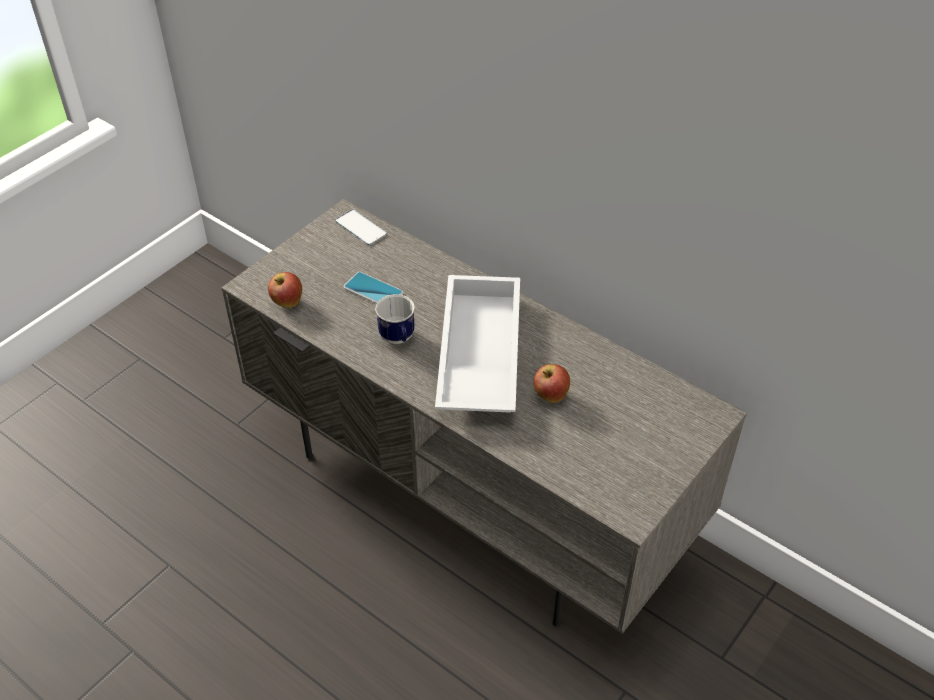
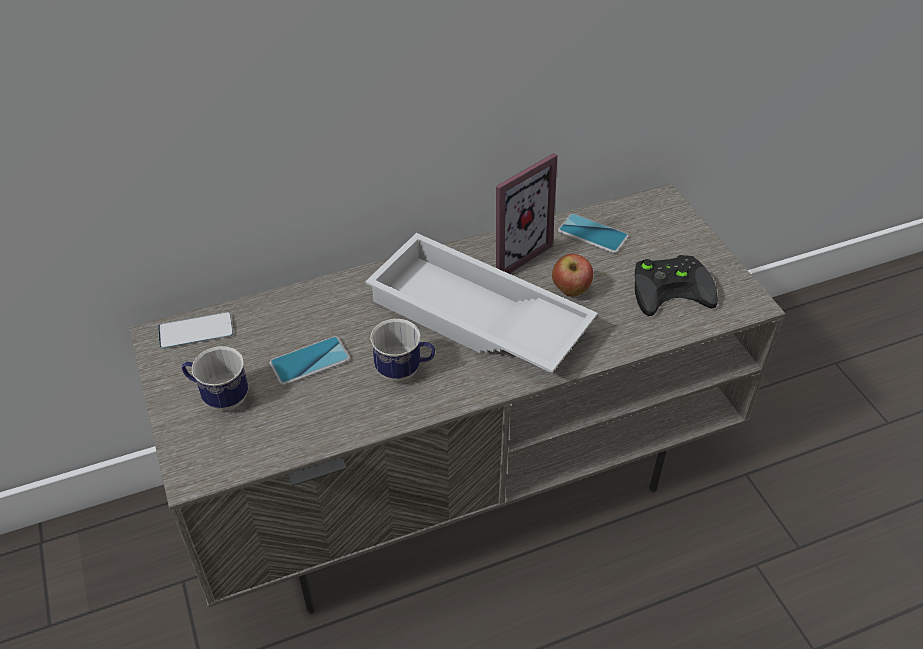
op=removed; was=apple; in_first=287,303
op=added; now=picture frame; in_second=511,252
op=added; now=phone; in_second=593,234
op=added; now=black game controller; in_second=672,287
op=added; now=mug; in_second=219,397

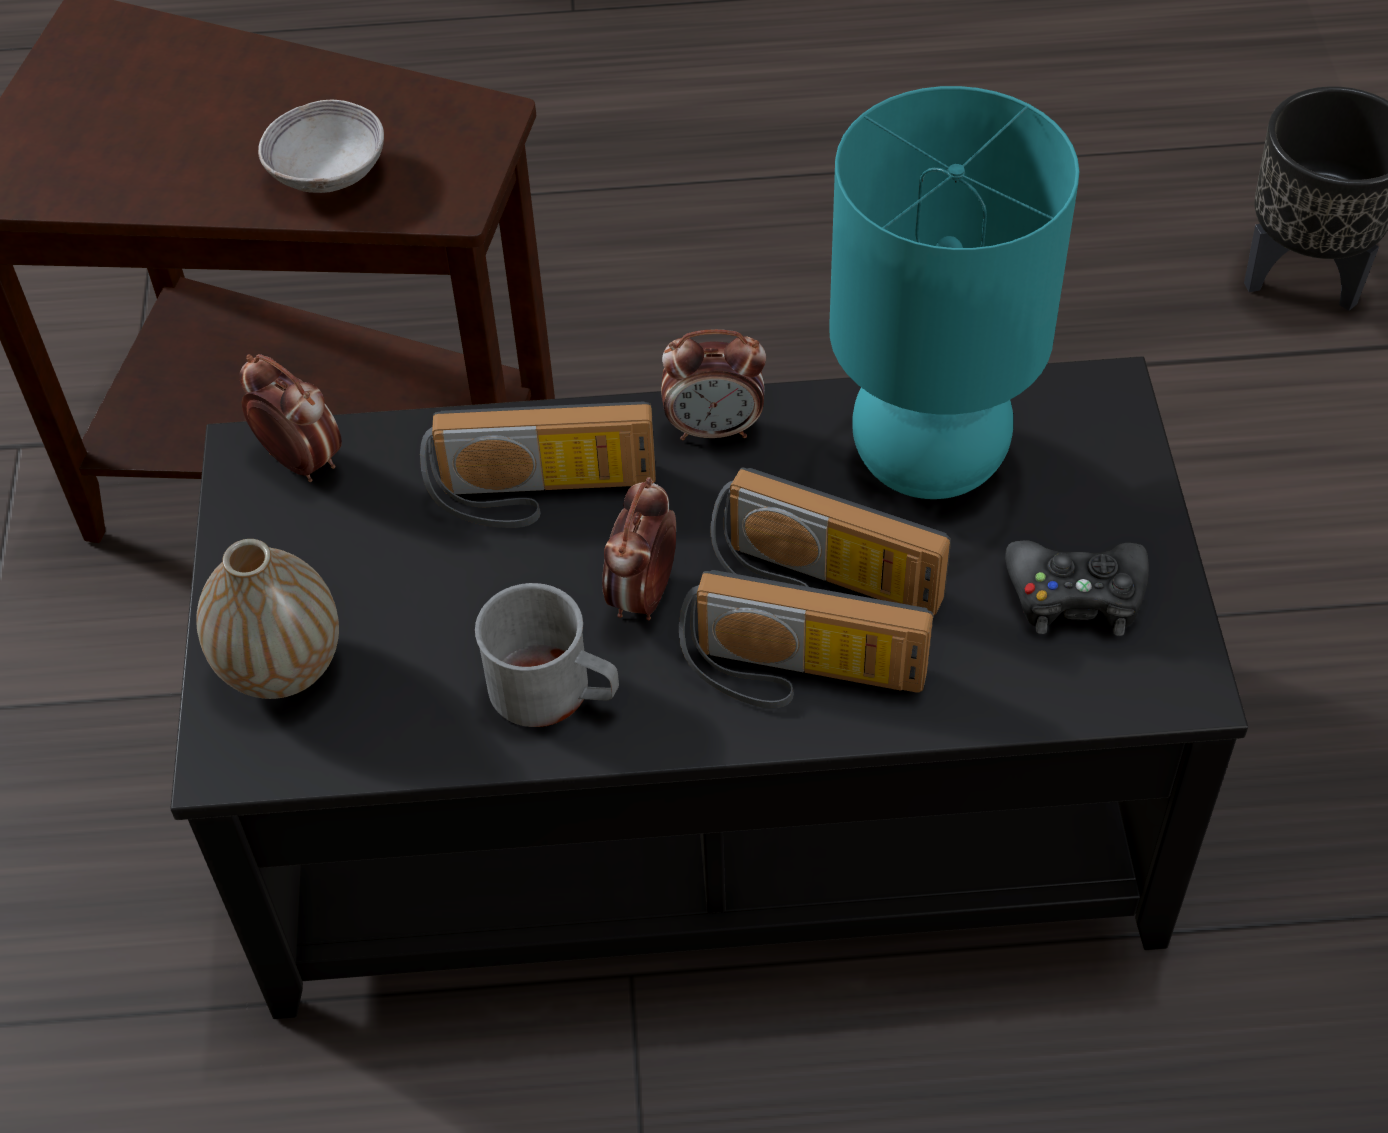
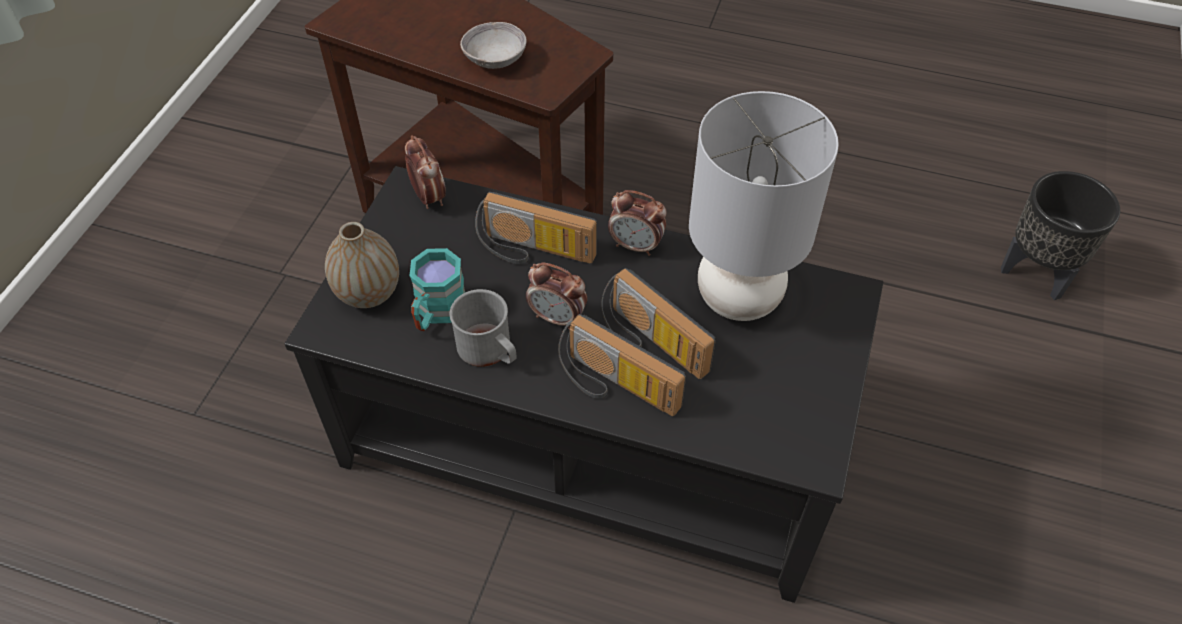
op=recoloured; was=turquoise table lamp; now=grey table lamp; in_first=926,459; in_second=737,297
op=turned; was=alarm clock; in_first=643,595; in_second=557,318; clockwise=-105
op=removed; was=black game controller; in_first=1076,596
op=added; now=turquoise mug; in_second=437,312

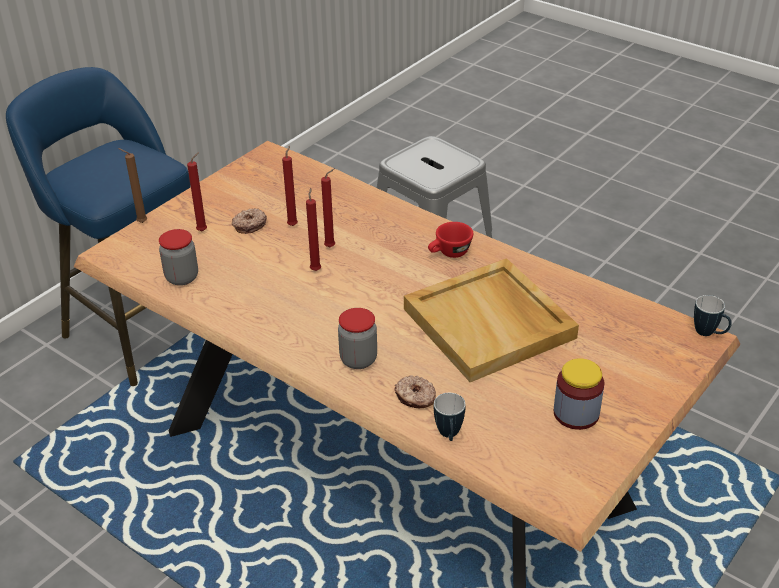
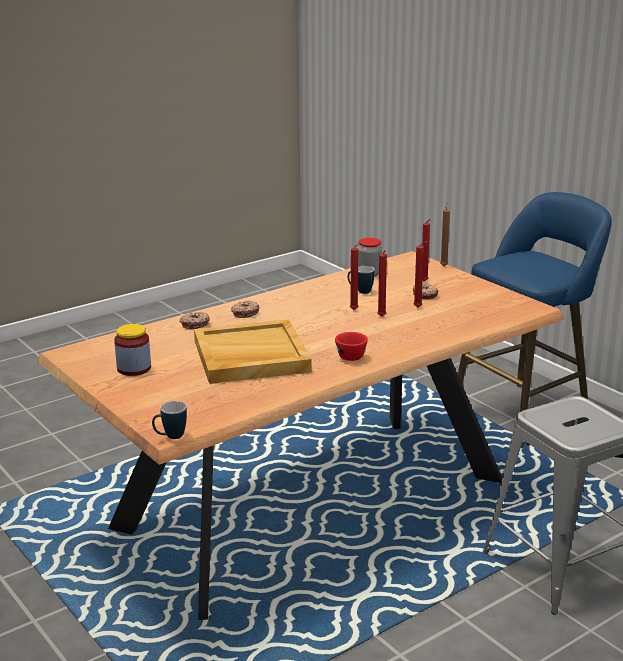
op=replaced; was=jar; now=donut; in_first=358,359; in_second=245,313
op=moved; was=mug; in_first=449,436; in_second=360,291

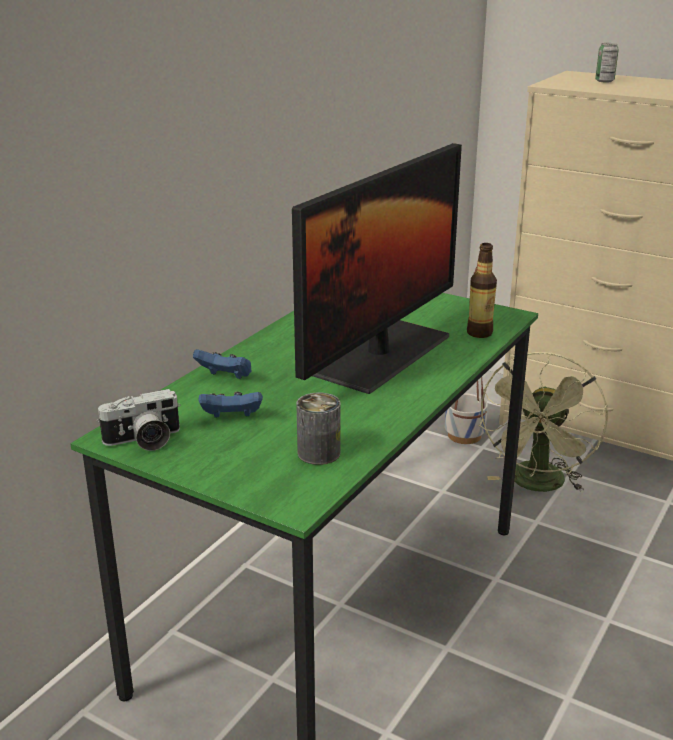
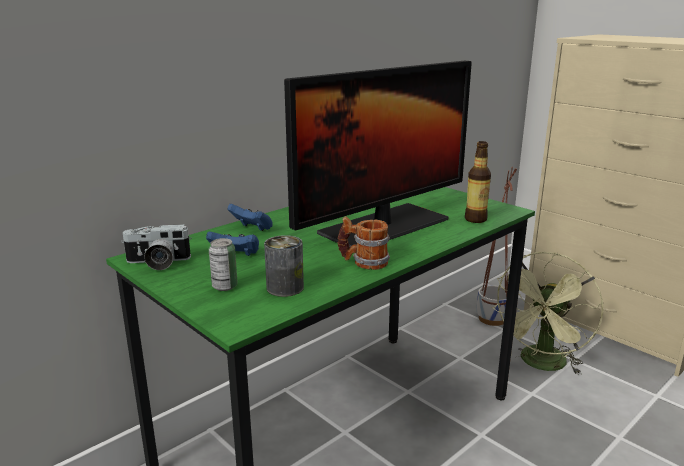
op=moved; was=can; in_first=604,81; in_second=224,286
op=added; now=mug; in_second=363,262

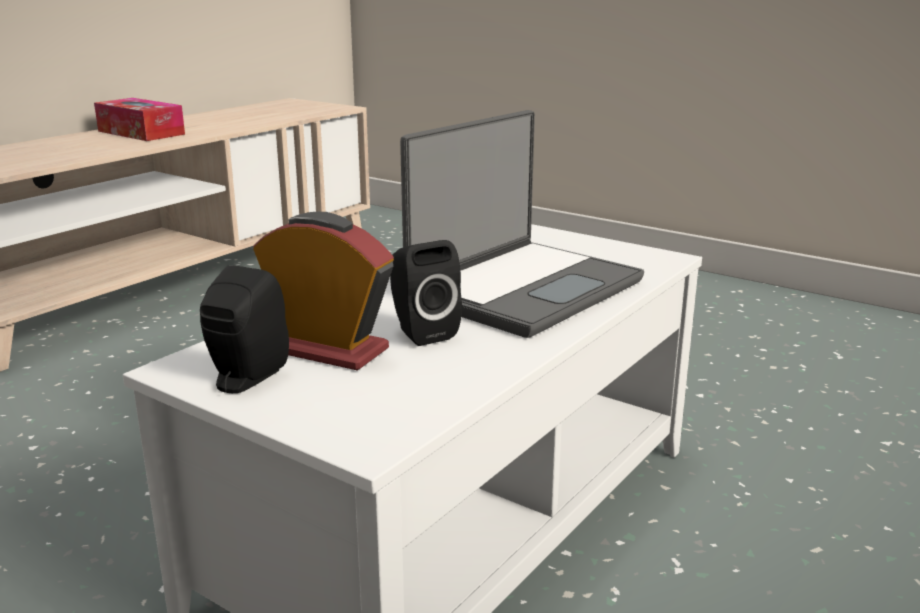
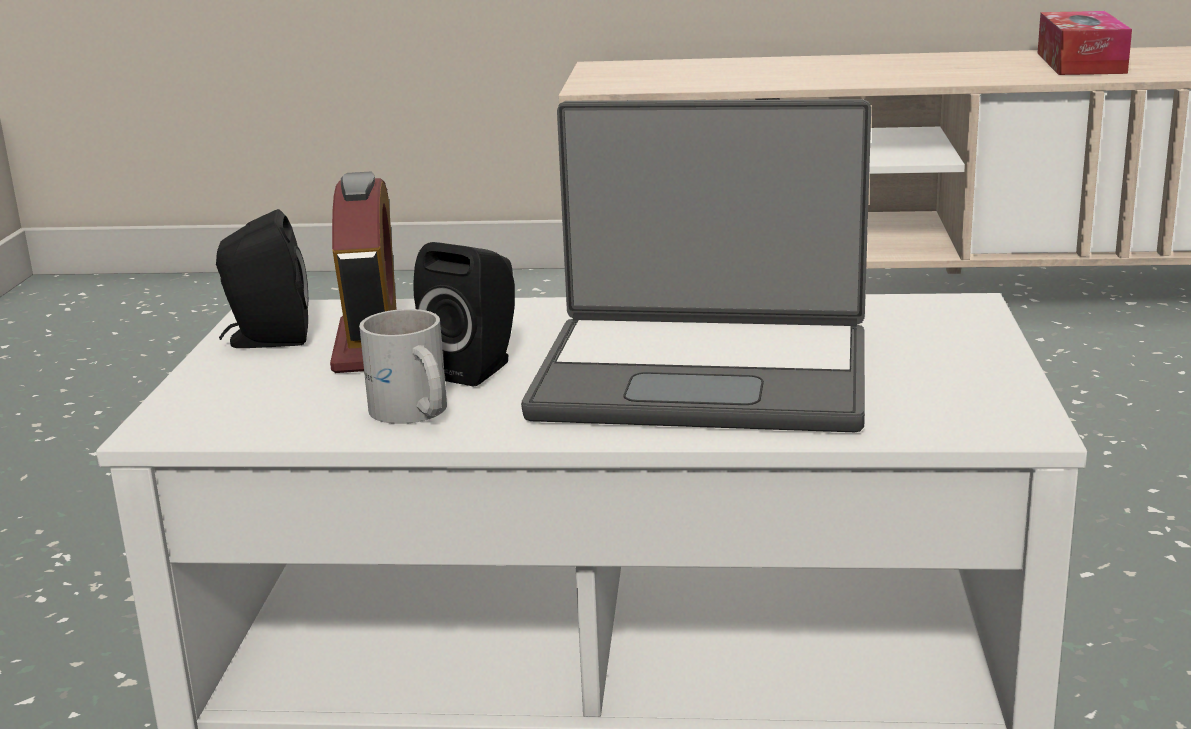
op=moved; was=tissue box; in_first=141,132; in_second=1080,63
op=added; now=white mug; in_second=412,413

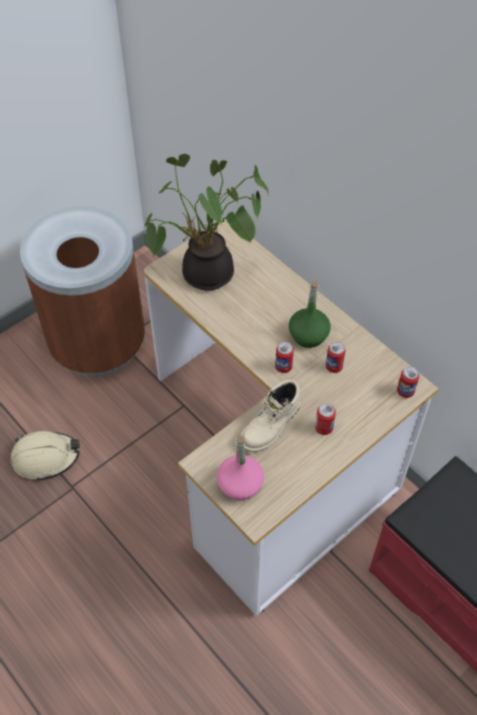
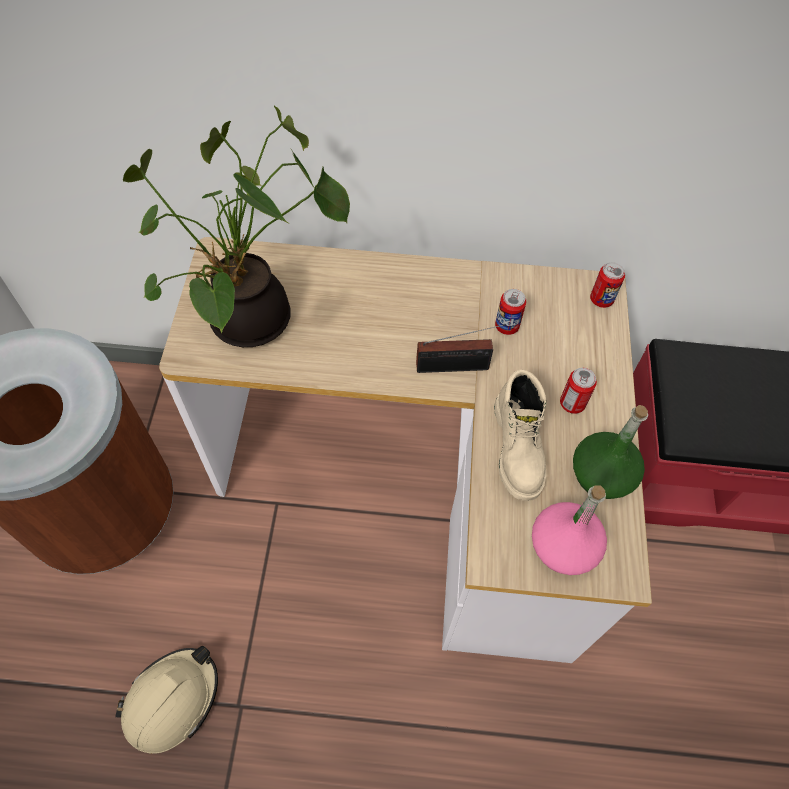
op=moved; was=green bottle; in_first=308,335; in_second=602,475
op=replaced; was=can; now=radio; in_first=283,367; in_second=456,367

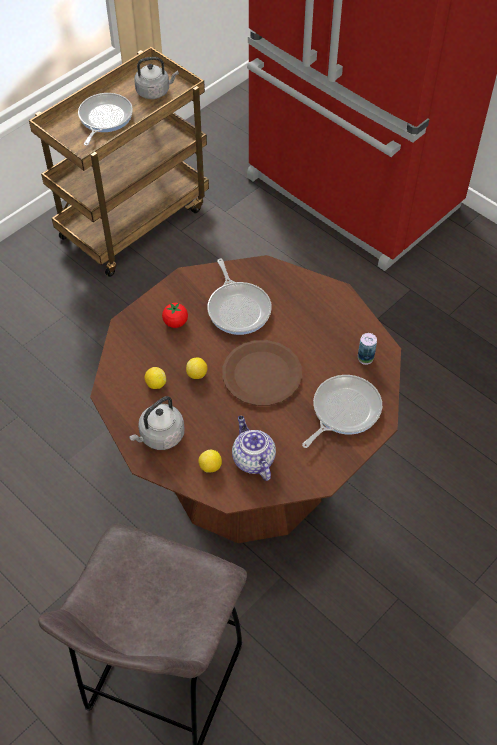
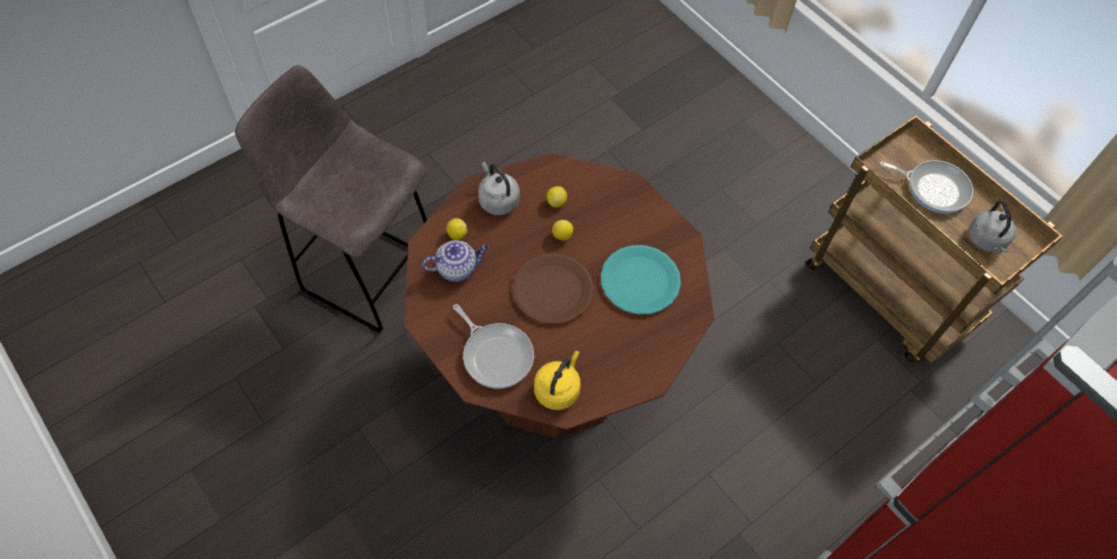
op=replaced; was=frying pan; now=turquoise plate; in_first=238,308; in_second=640,281
op=removed; was=tomato; in_first=175,322
op=replaced; was=can; now=yellow kettle; in_first=365,358; in_second=558,389

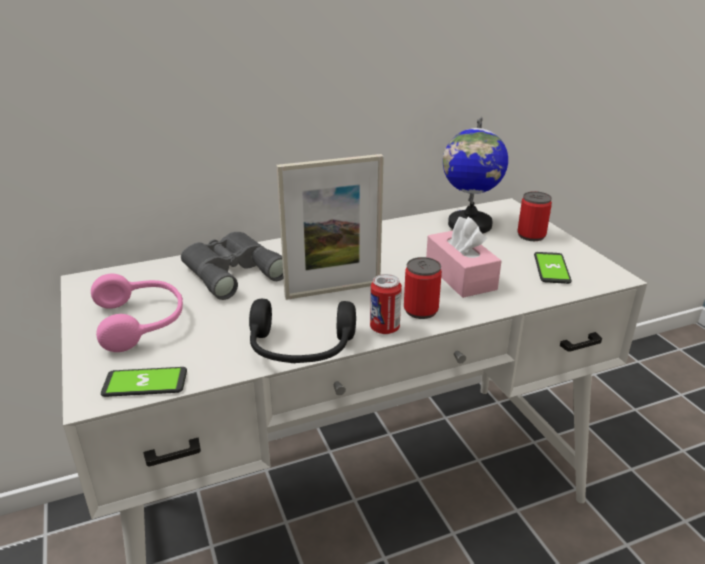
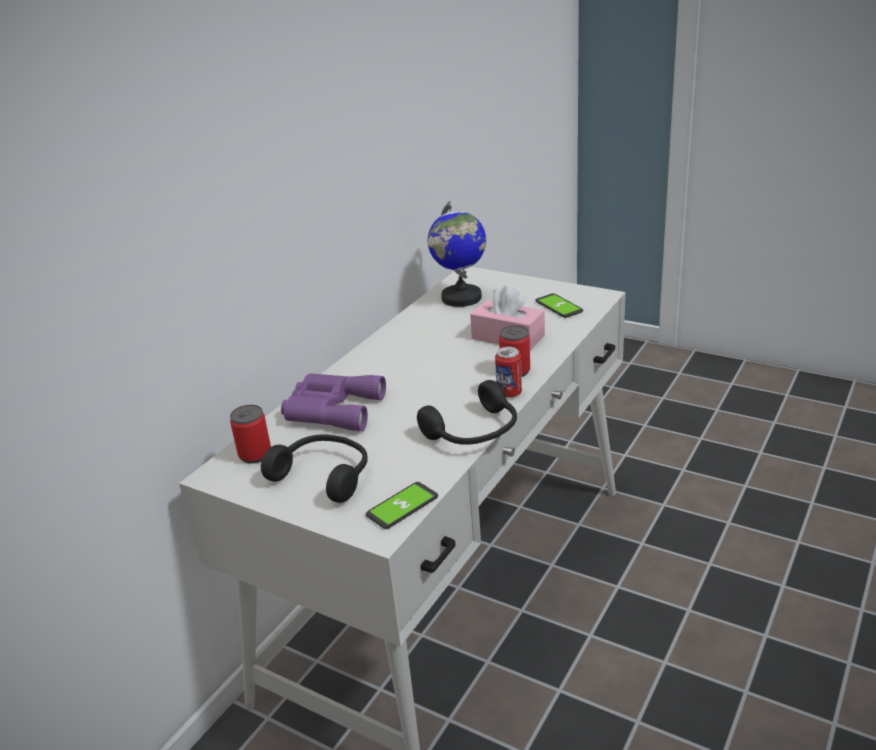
op=removed; was=picture frame; in_first=333,290
op=moved; was=can; in_first=531,235; in_second=255,454
op=recoloured; was=grey binoculars; now=purple binoculars; in_first=231,270; in_second=331,409
op=recoloured; was=pink headphones; now=black headphones; in_first=142,322; in_second=324,475

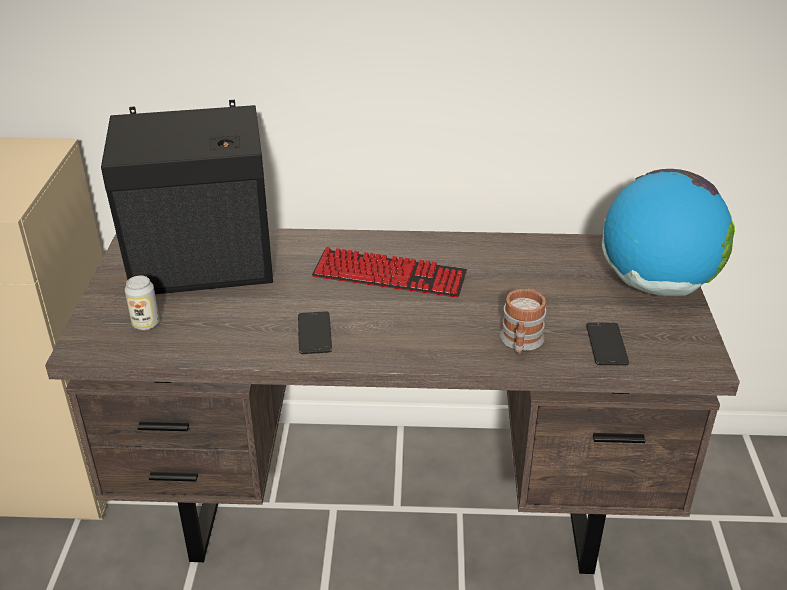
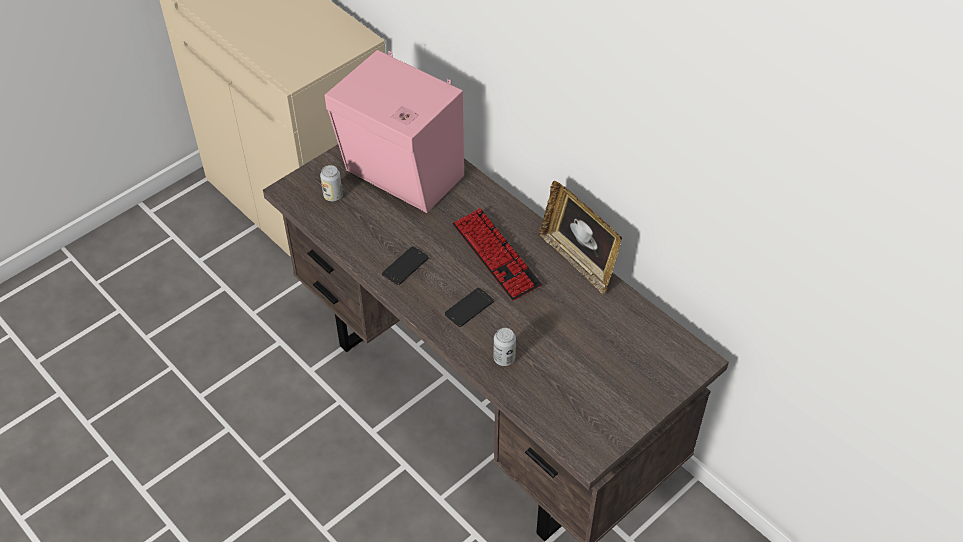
op=recoloured; was=black speaker; now=pink speaker; in_first=205,270; in_second=403,177
op=removed; was=globe; in_first=657,285
op=replaced; was=mug; now=can; in_first=521,342; in_second=504,358
op=moved; was=phone; in_first=606,344; in_second=469,307
op=added; now=picture frame; in_second=578,260

